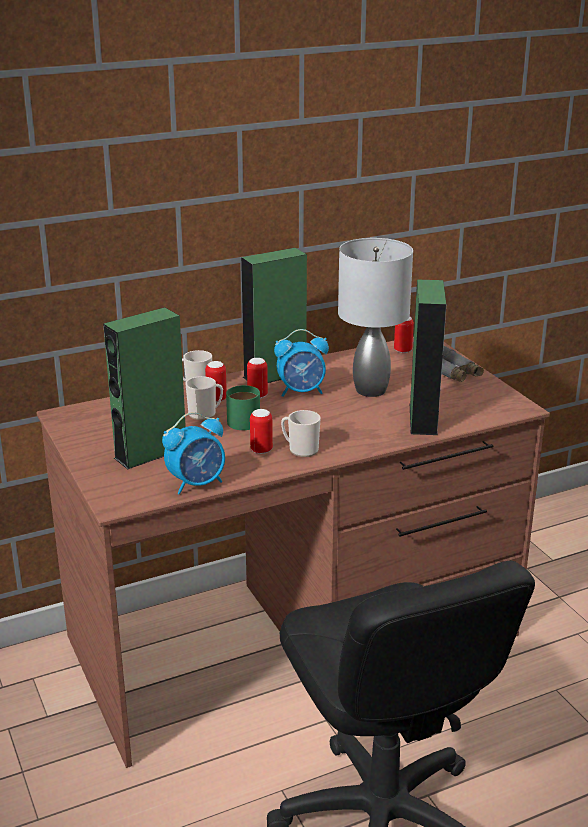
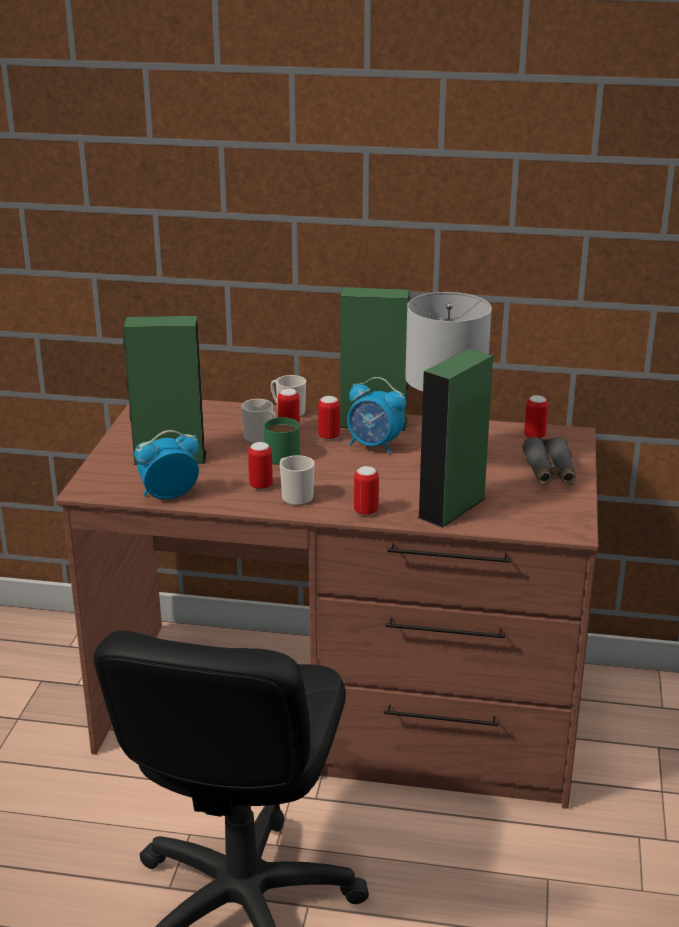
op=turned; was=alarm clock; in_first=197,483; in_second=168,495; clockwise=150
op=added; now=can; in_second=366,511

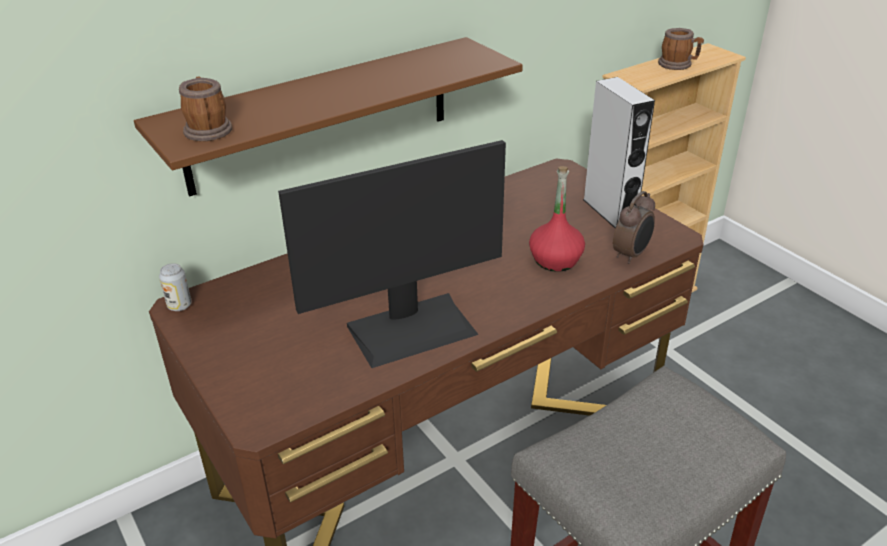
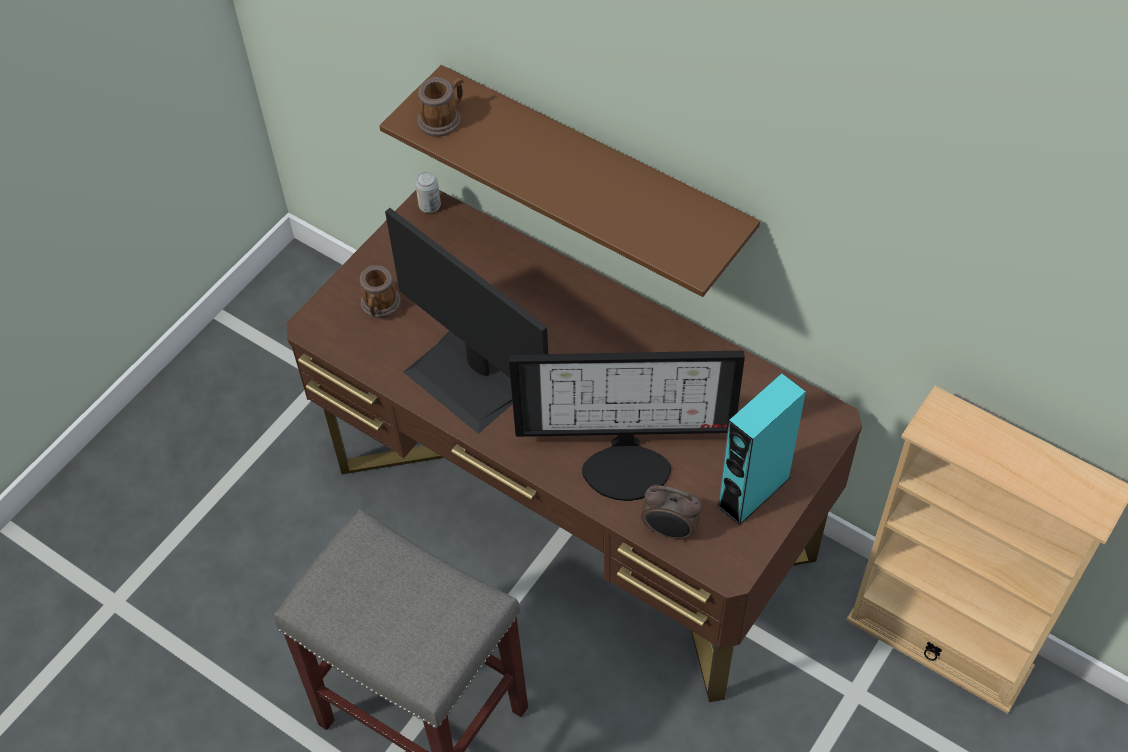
op=moved; was=mug; in_first=678,64; in_second=379,306
op=recoloured; was=grey speaker; now=turquoise speaker; in_first=609,211; in_second=753,492
op=replaced; was=red bottle; now=monitor; in_first=555,260; in_second=627,463

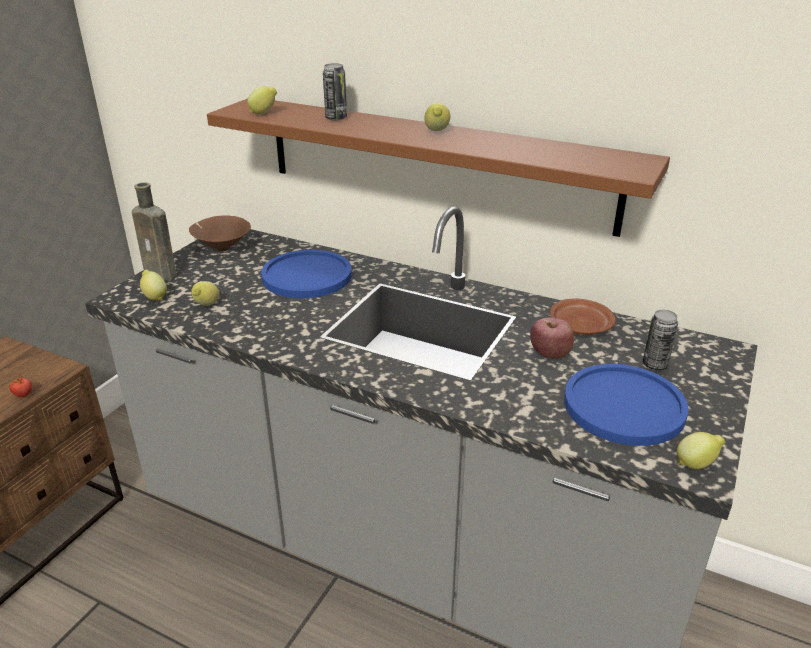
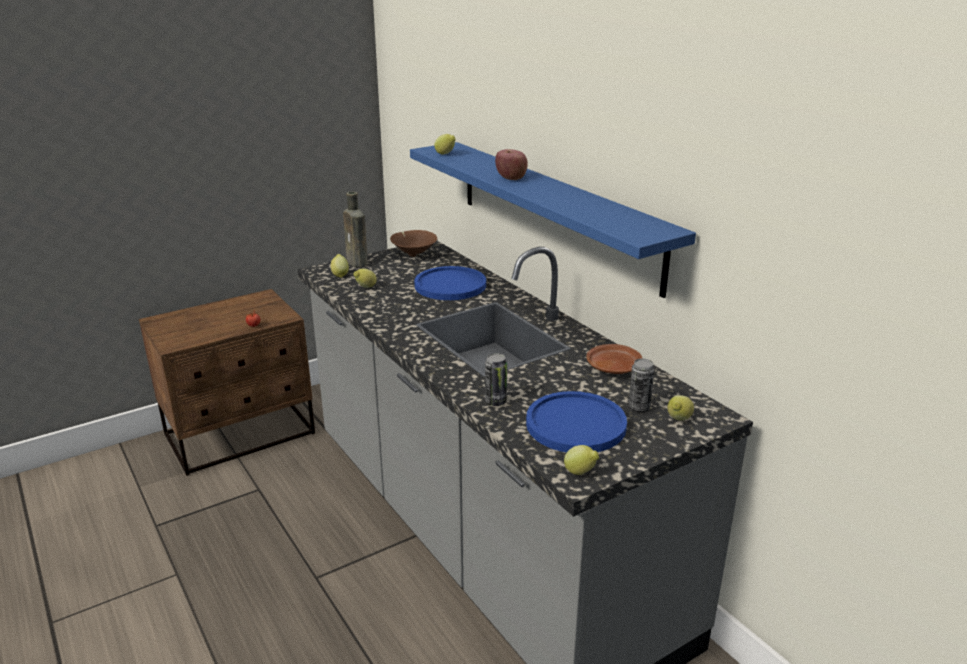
op=moved; was=can; in_first=336,118; in_second=495,402
op=recoloured; was=brown shelf; now=blue shelf; in_first=434,163; in_second=554,212
op=moved; was=lemon; in_first=436,132; in_second=678,420
op=moved; was=apple; in_first=550,354; in_second=511,178

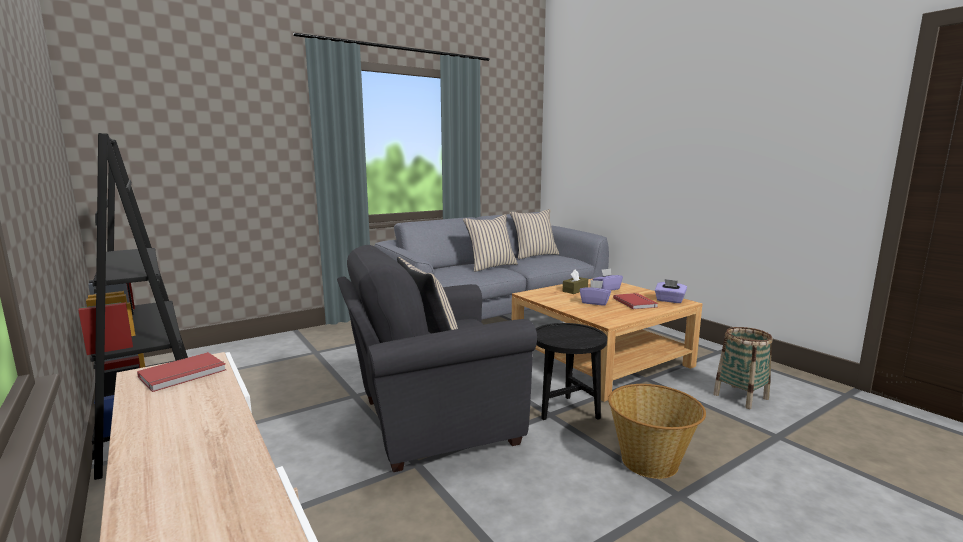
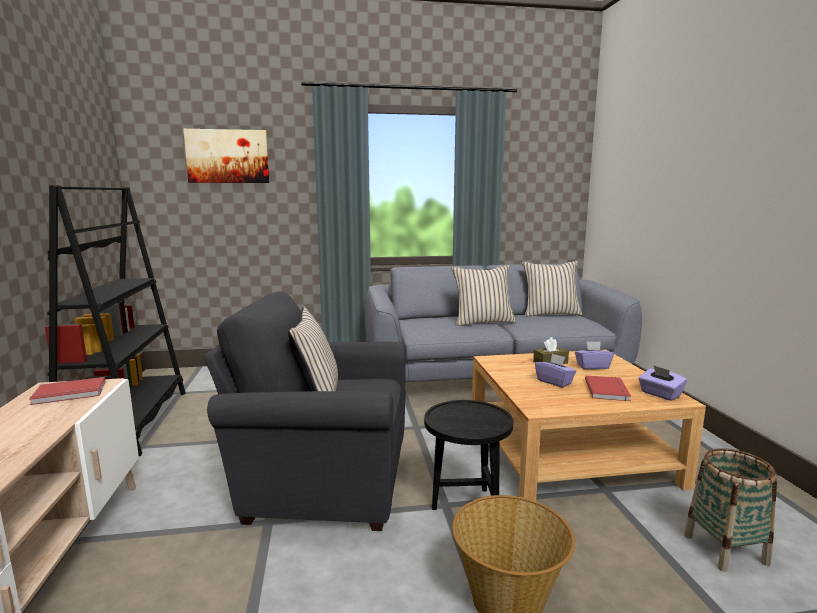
op=added; now=picture; in_second=227,156

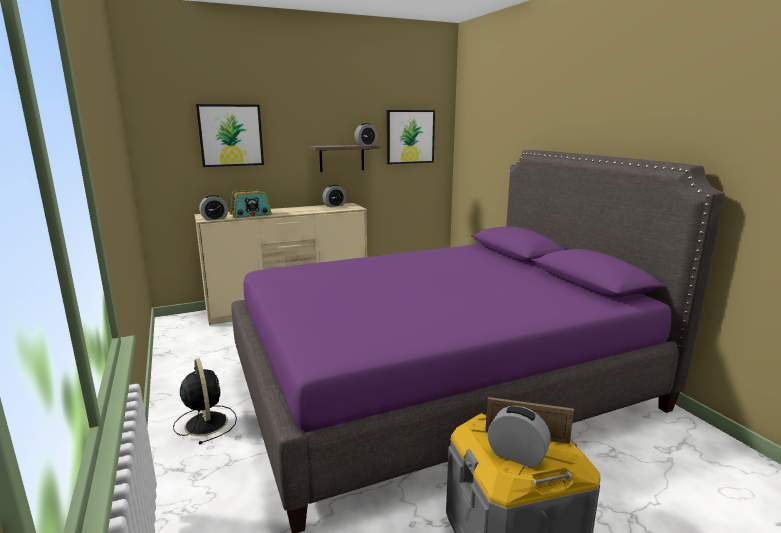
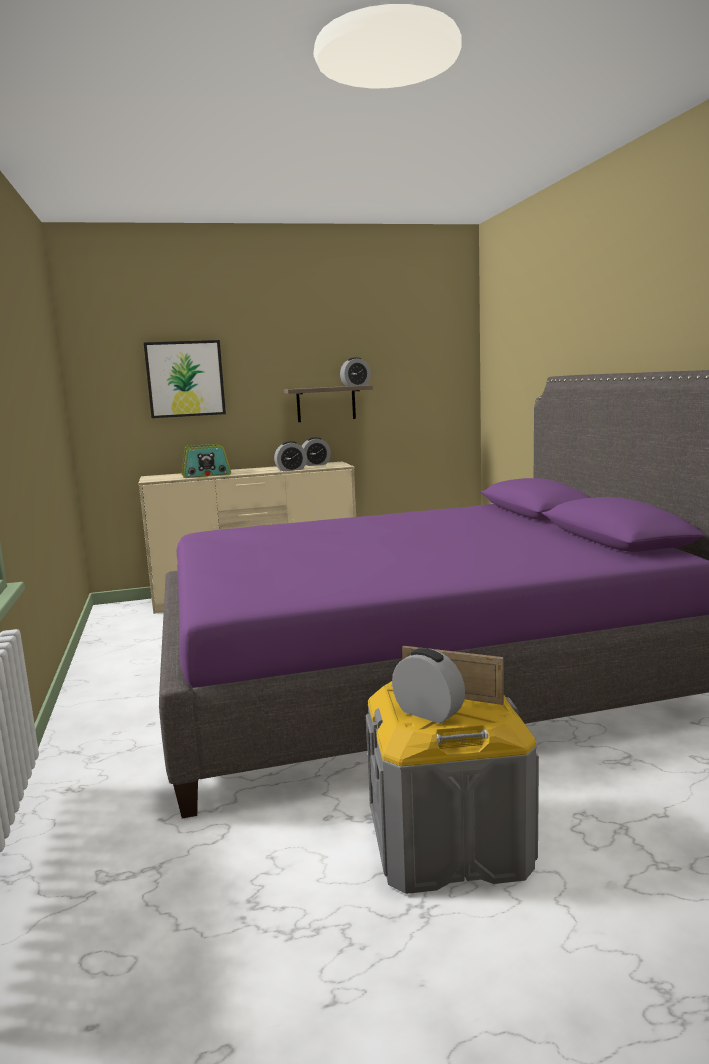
op=removed; was=picture; in_first=410,137
op=moved; was=alarm clock; in_first=214,219; in_second=291,470
op=removed; was=black fan; in_first=206,422

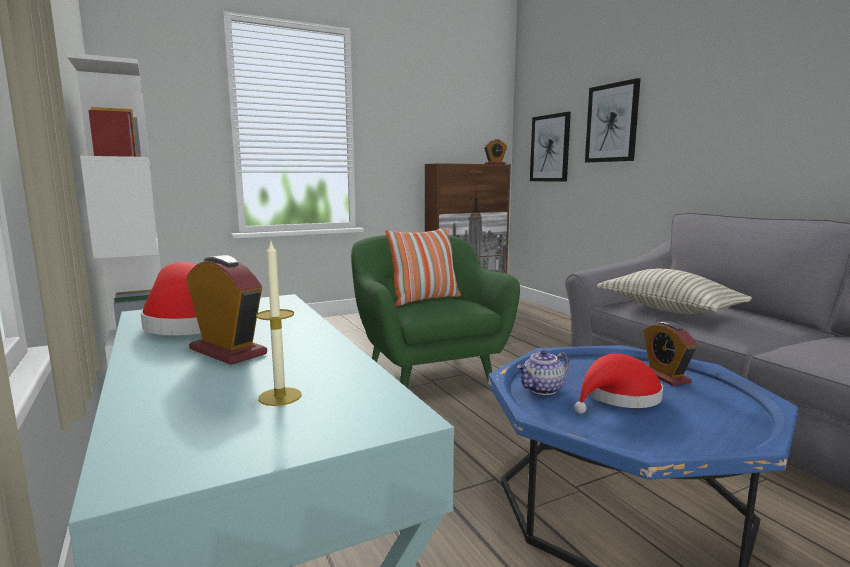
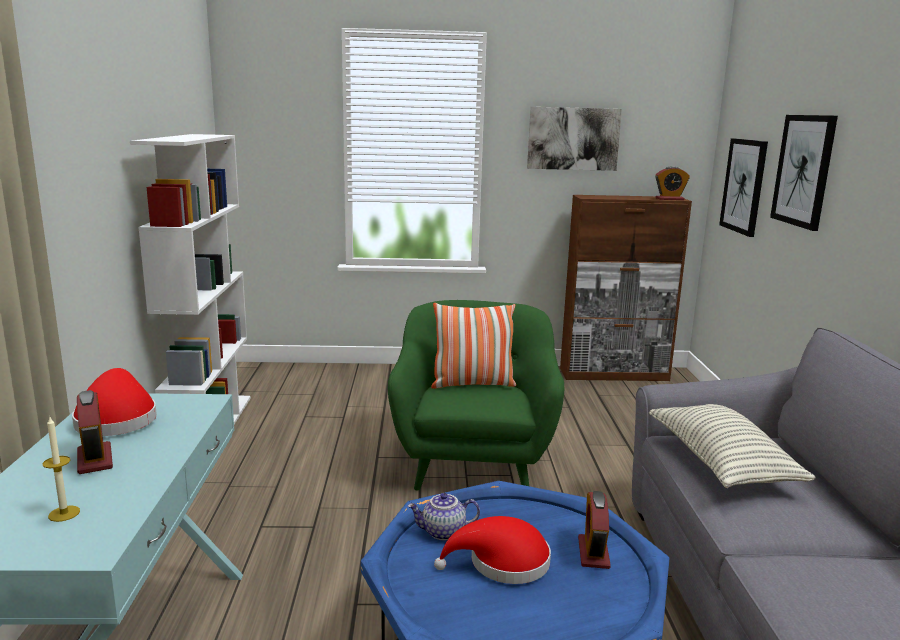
op=added; now=picture; in_second=573,138

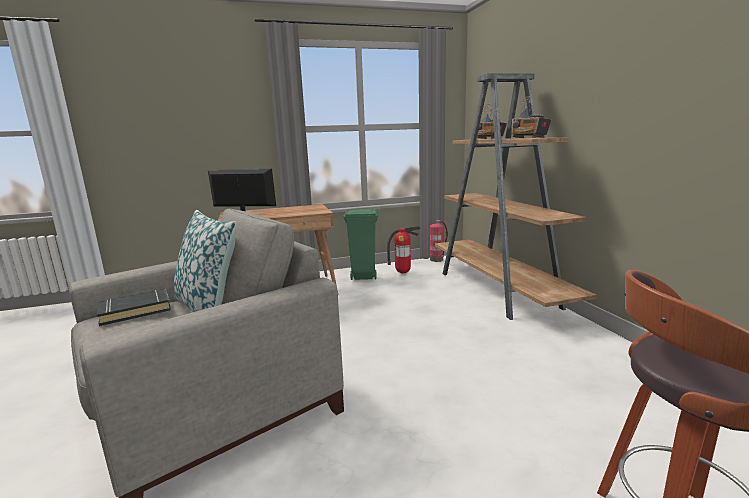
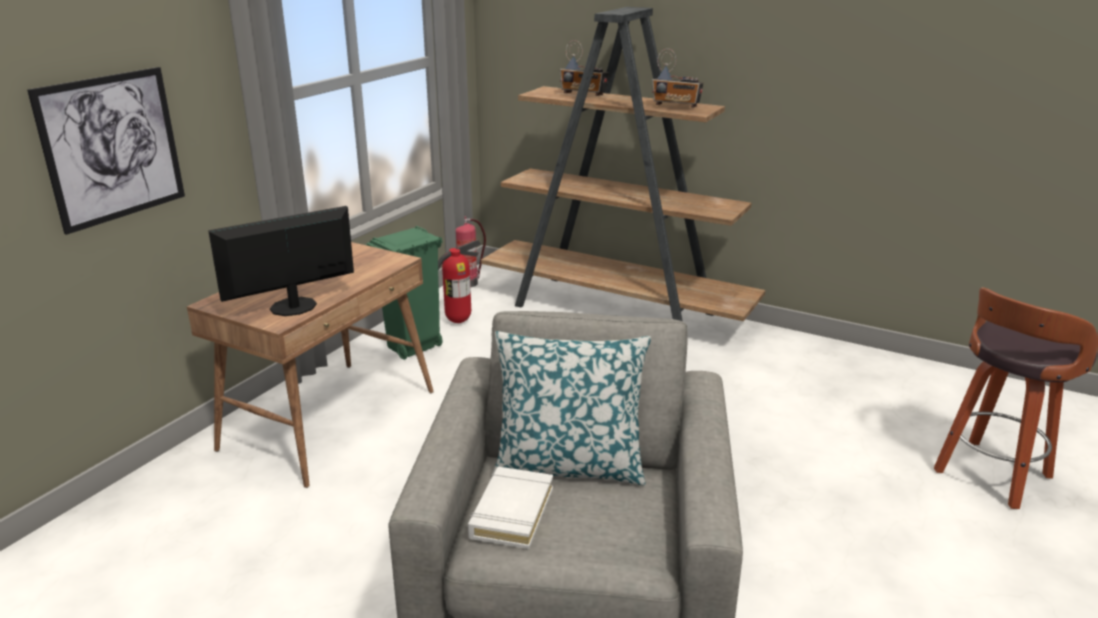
op=recoloured; was=black book; now=white book; in_first=136,311; in_second=511,513
op=added; now=picture; in_second=112,148

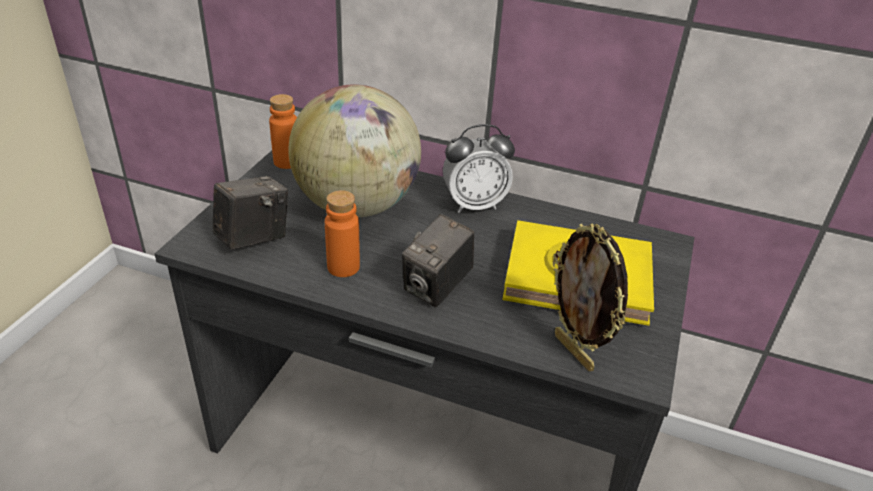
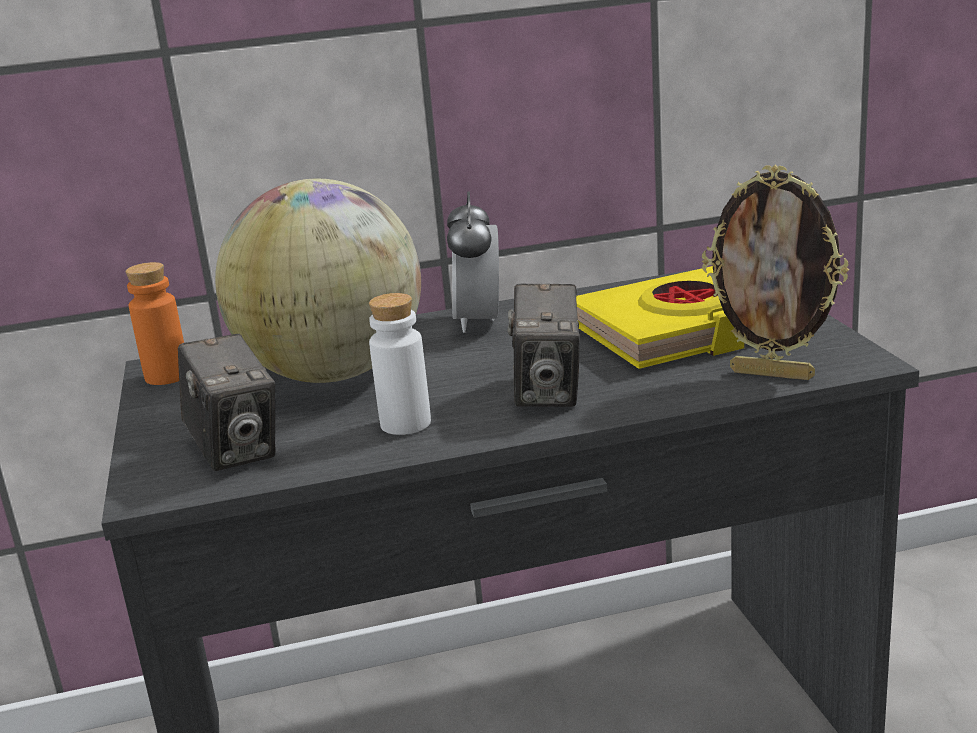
op=turned; was=alarm clock; in_first=474,204; in_second=479,321; clockwise=135
op=turned; was=photo camera; in_first=253,238; in_second=236,450; clockwise=135
op=recoloured; was=orange bottle; now=white bottle; in_first=343,267; in_second=405,424

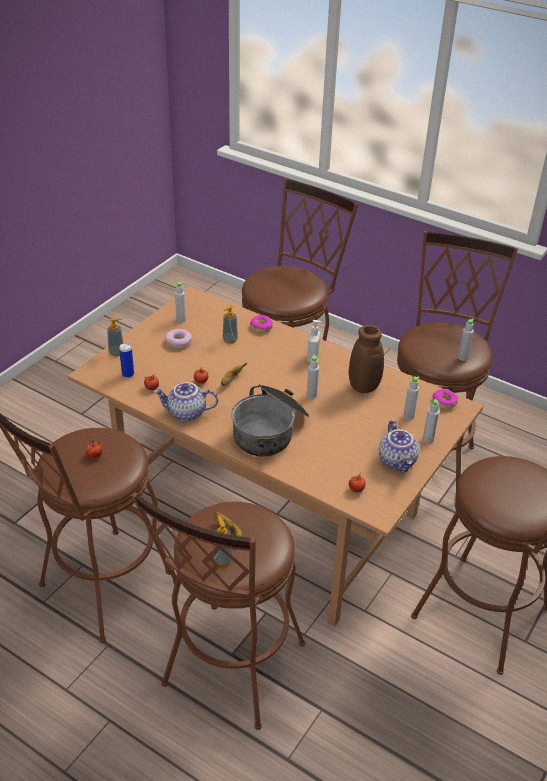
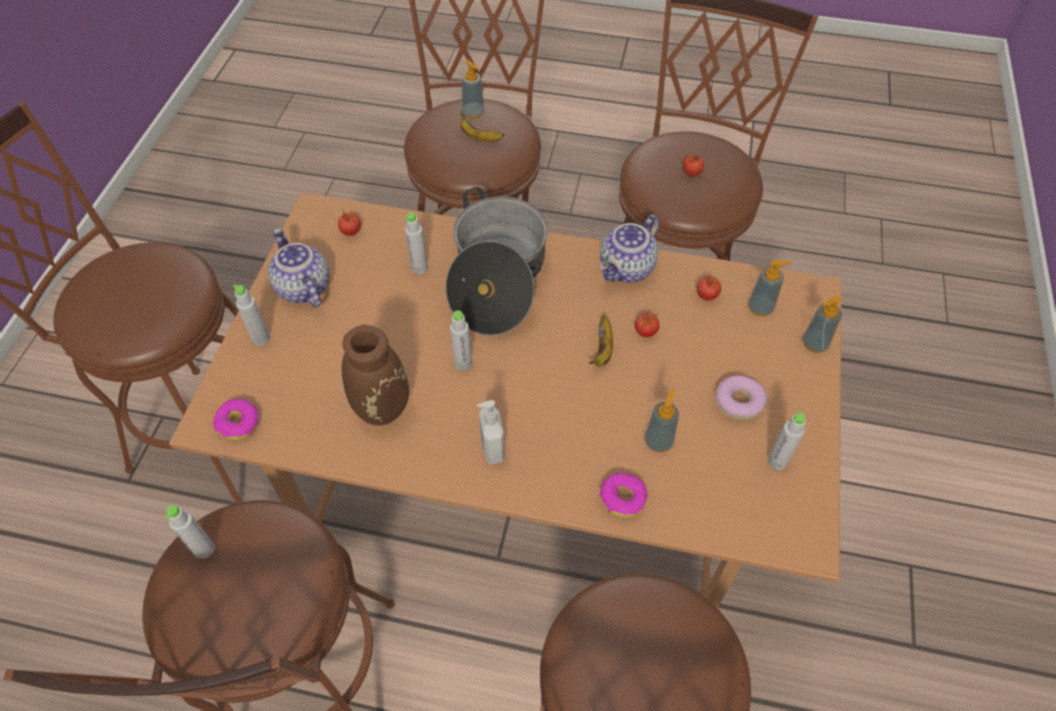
op=replaced; was=can; now=soap dispenser; in_first=128,374; in_second=760,308
op=moved; was=grey bottle; in_first=408,416; in_second=419,268
op=turned; was=teapot; in_first=186,414; in_second=627,269; clockwise=150

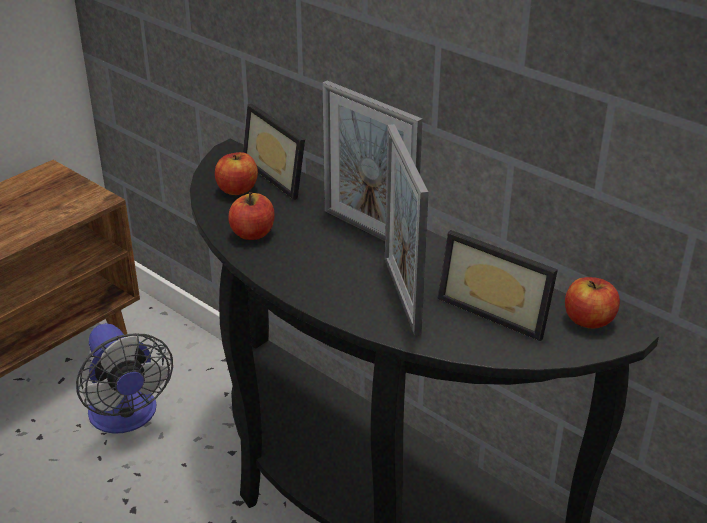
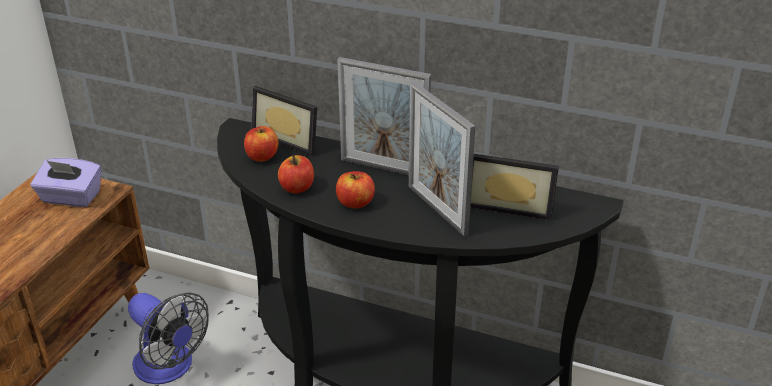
op=moved; was=apple; in_first=588,320; in_second=355,203
op=added; now=purple tissue box; in_second=71,198

